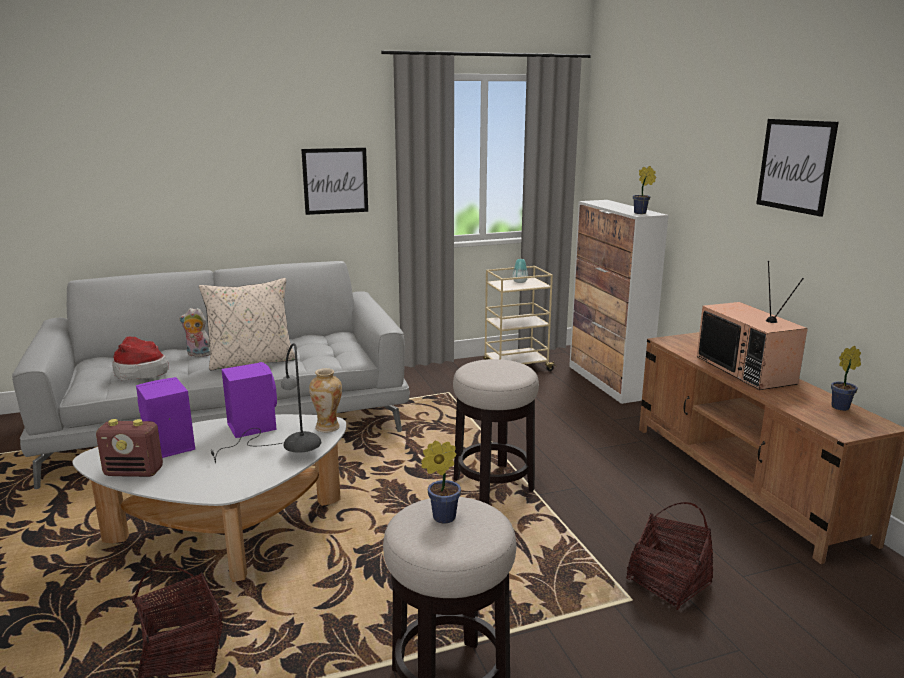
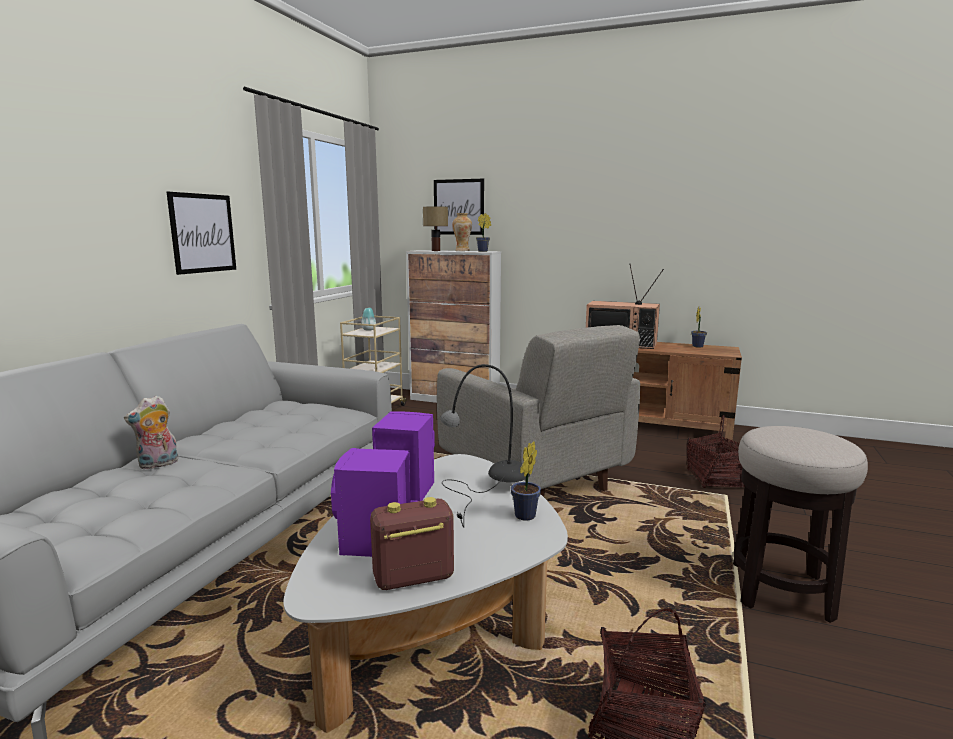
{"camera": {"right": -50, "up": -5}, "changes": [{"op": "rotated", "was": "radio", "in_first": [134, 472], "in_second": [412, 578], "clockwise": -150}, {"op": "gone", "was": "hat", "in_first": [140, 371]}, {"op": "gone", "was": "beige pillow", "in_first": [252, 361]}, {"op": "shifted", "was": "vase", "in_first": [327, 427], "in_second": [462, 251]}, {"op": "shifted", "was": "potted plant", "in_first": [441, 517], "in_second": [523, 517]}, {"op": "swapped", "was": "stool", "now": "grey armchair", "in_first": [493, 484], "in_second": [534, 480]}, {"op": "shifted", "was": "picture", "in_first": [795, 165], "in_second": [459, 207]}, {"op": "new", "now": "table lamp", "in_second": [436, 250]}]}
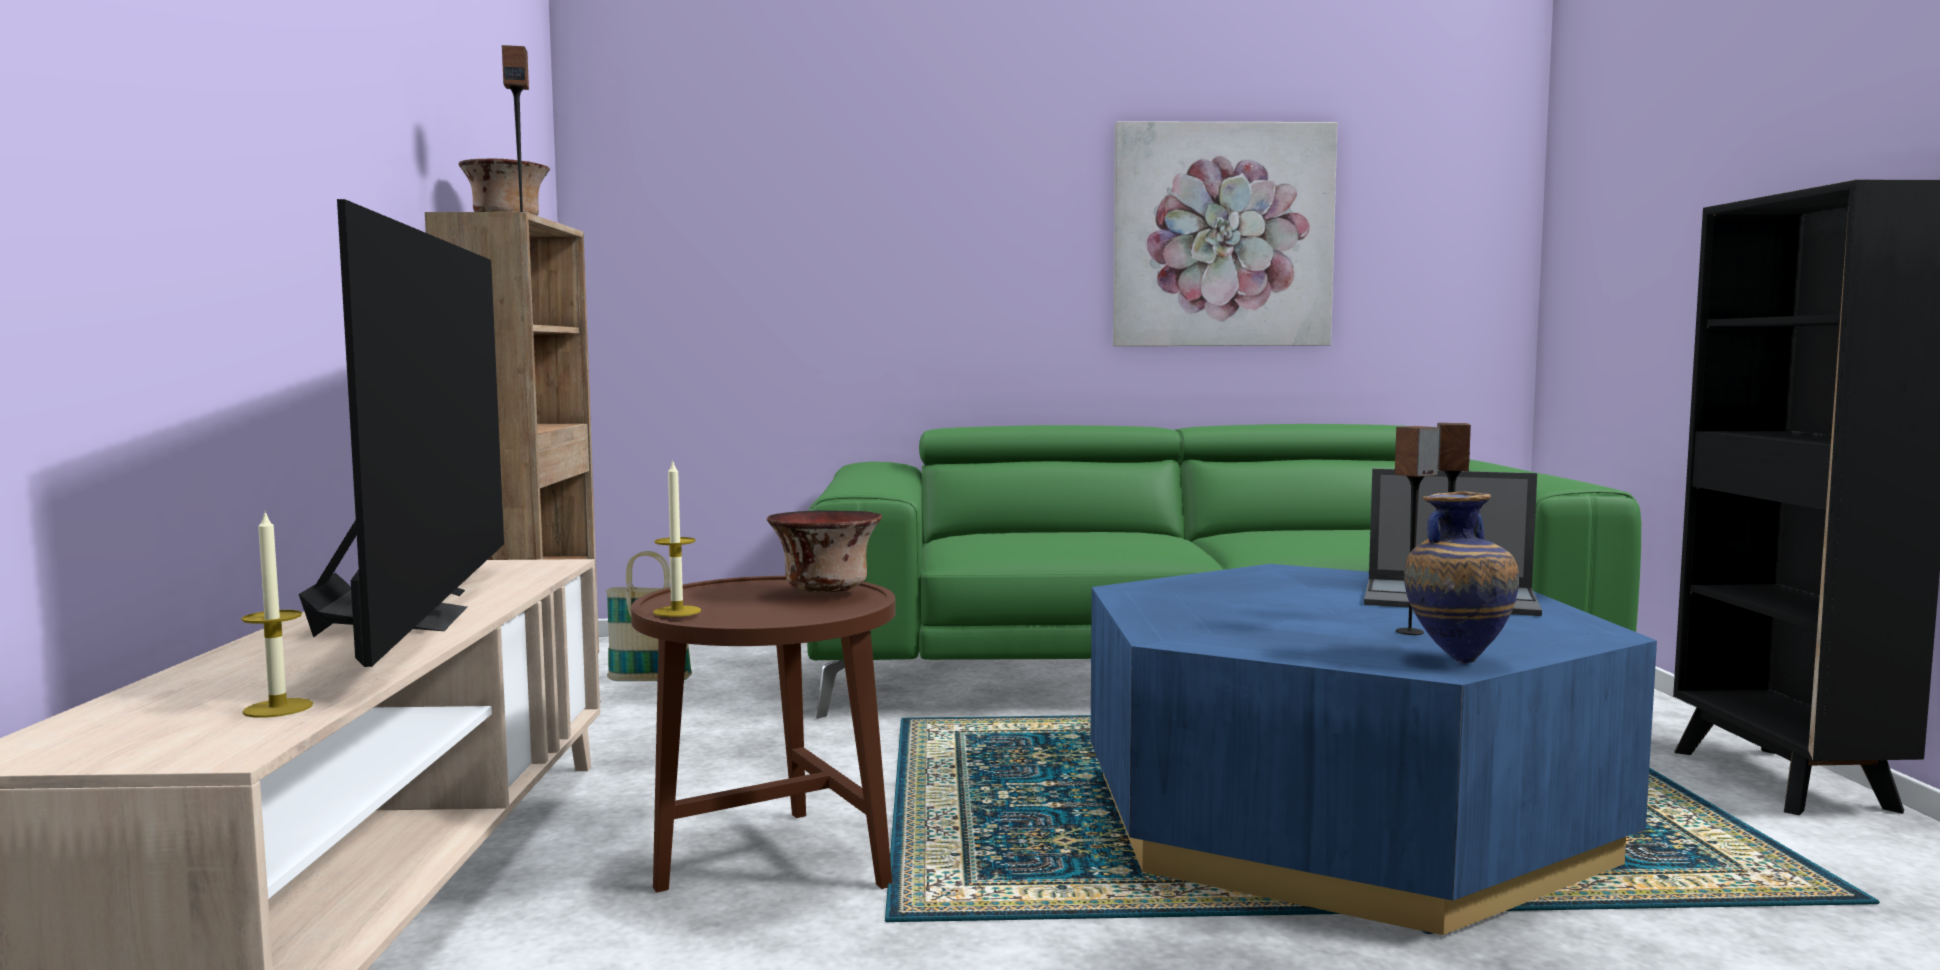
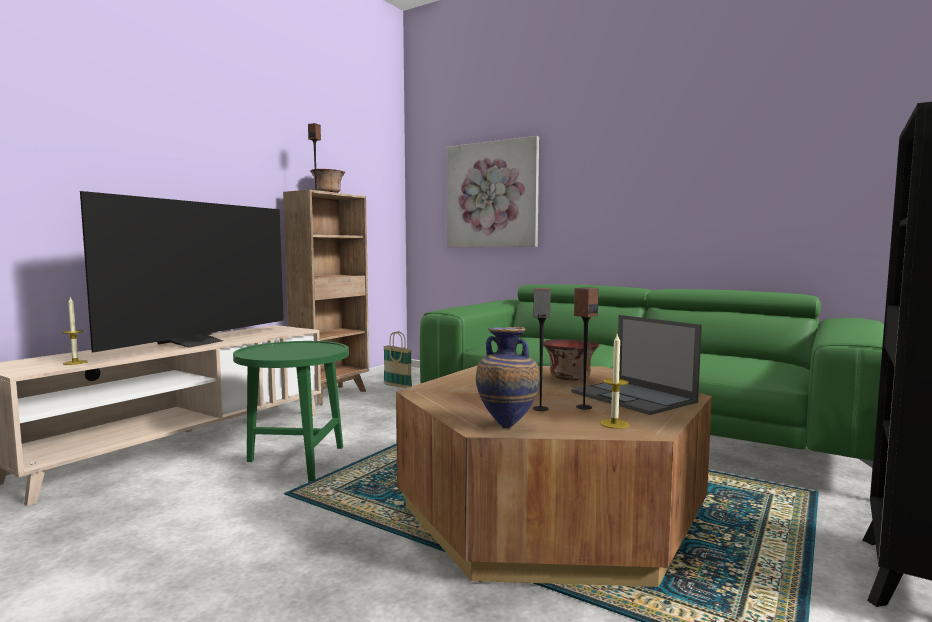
{"camera": {"right": 35, "up": 0}, "changes": [{"op": "repainted", "was": "brown side table", "now": "green side table", "in_first": [771, 863], "in_second": [296, 462]}, {"op": "shifted", "was": "candle", "in_first": [677, 611], "in_second": [614, 424]}, {"op": "shifted", "was": "bowl", "in_first": [825, 590], "in_second": [569, 379]}, {"op": "repainted", "was": "blue coffee table", "now": "brown coffee table", "in_first": [1339, 818], "in_second": [549, 512]}, {"op": "shifted", "was": "picture", "in_first": [1222, 235], "in_second": [491, 195]}]}
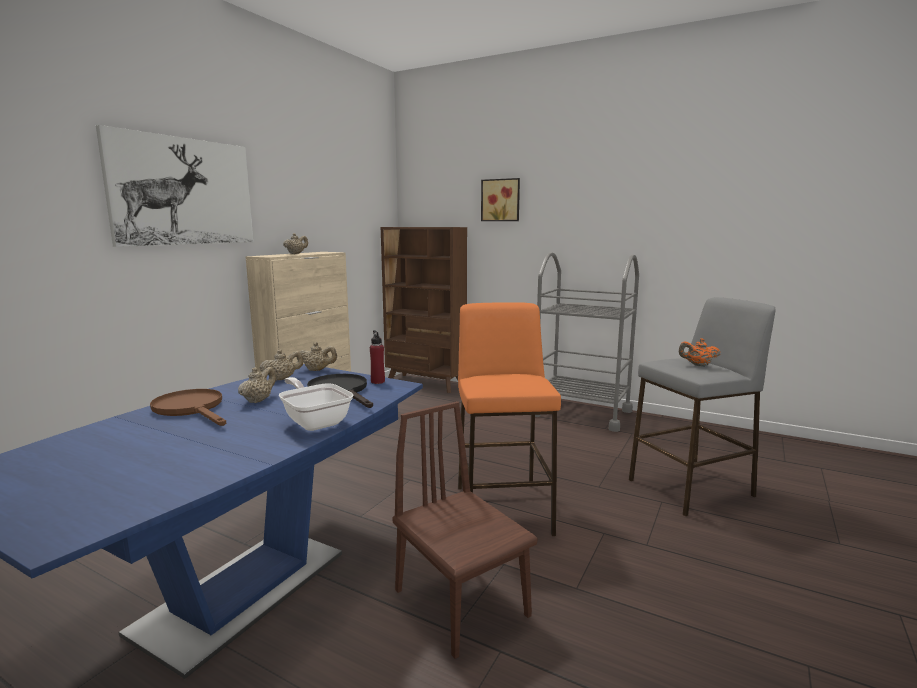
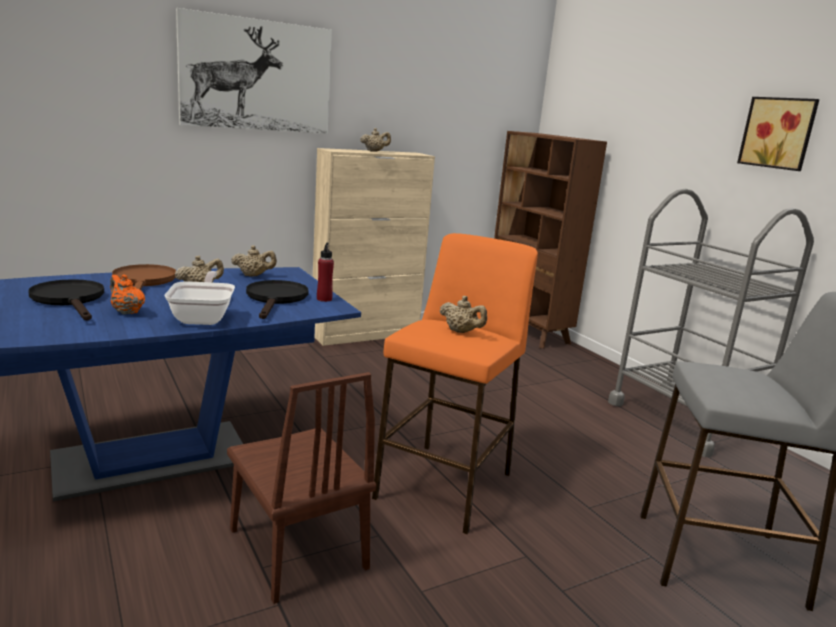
{"camera": {"right": 30, "up": 5}, "changes": [{"op": "shifted", "was": "beige teapot", "in_first": [317, 370], "in_second": [461, 332]}, {"op": "rotated", "was": "brown chair", "in_first": [461, 602], "in_second": [297, 548], "clockwise": 150}, {"op": "shifted", "was": "picture", "in_first": [501, 200], "in_second": [779, 133]}, {"op": "shifted", "was": "orange teapot", "in_first": [698, 365], "in_second": [126, 312]}, {"op": "new", "now": "black frying pan", "in_second": [70, 300]}]}
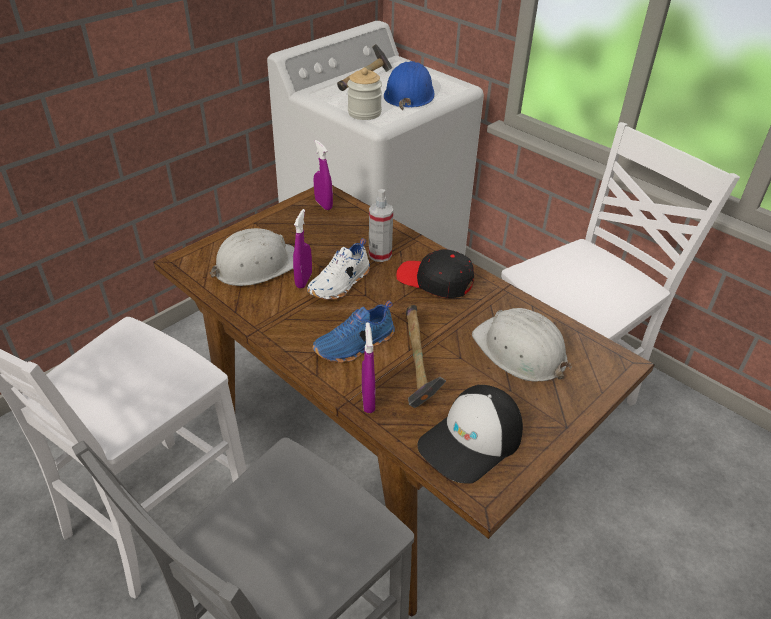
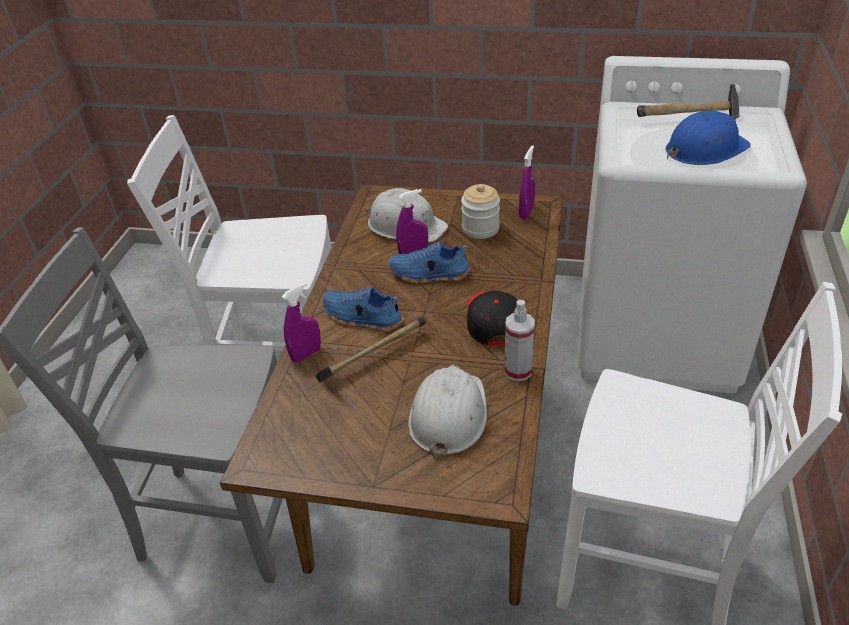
{"camera": {"right": 60, "up": 0}, "changes": [{"op": "repainted", "was": "white shoe", "now": "blue shoe", "in_first": [341, 284], "in_second": [429, 274]}, {"op": "shifted", "was": "jar", "in_first": [364, 113], "in_second": [480, 229]}, {"op": "shifted", "was": "spray bottle", "in_first": [380, 255], "in_second": [518, 371]}, {"op": "gone", "was": "cap", "in_first": [471, 441]}]}
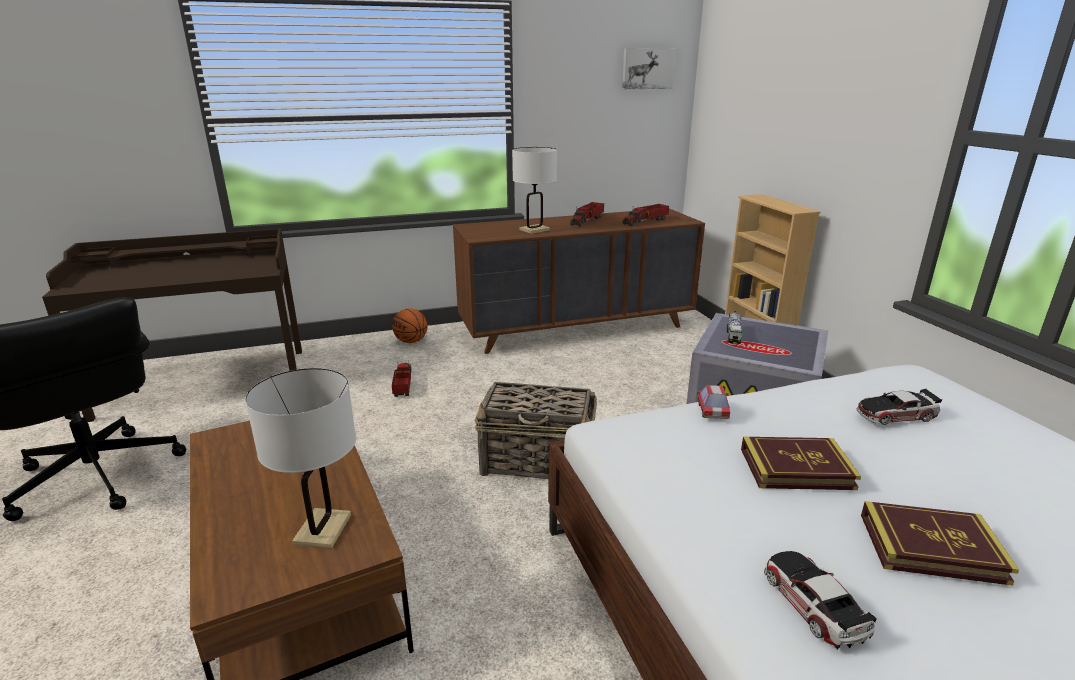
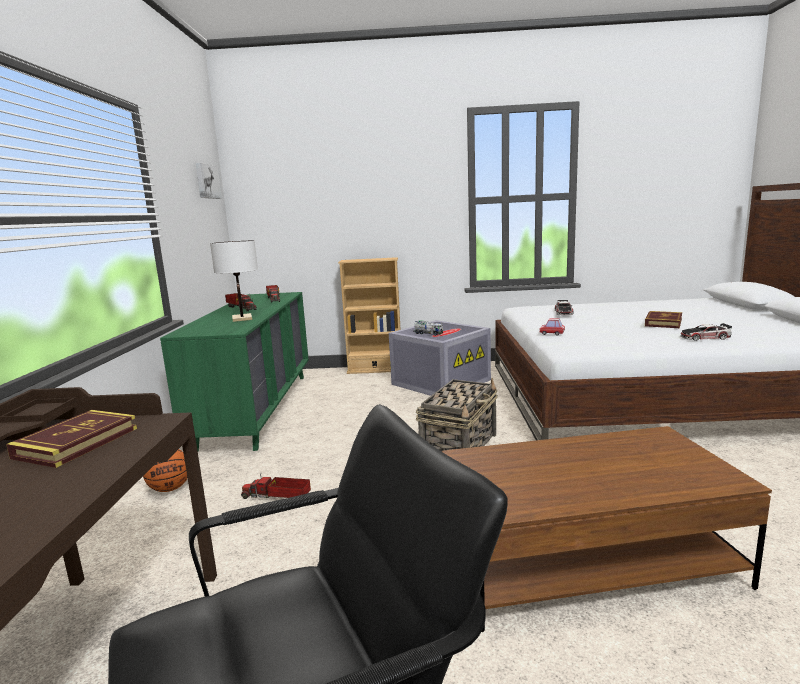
{"camera": {"right": -70, "up": -10}, "changes": [{"op": "gone", "was": "white table lamp", "in_first": [323, 530]}, {"op": "repainted", "was": "brown dresser", "now": "green dresser", "in_first": [577, 328], "in_second": [258, 408]}, {"op": "shifted", "was": "book", "in_first": [796, 468], "in_second": [77, 443]}]}
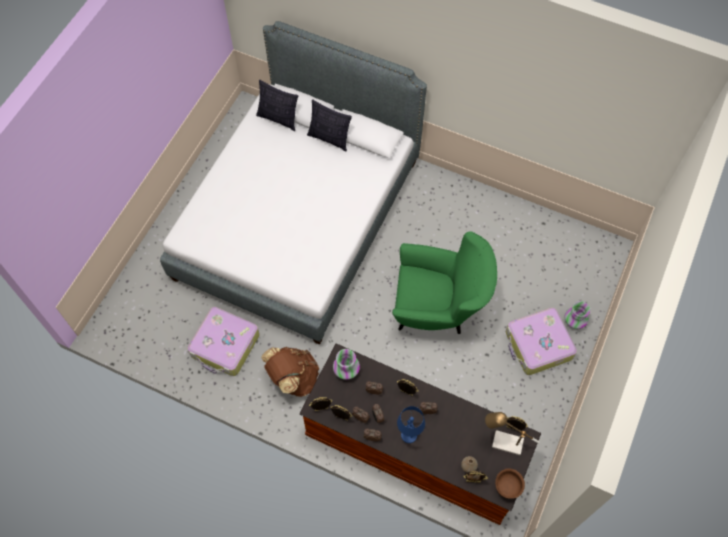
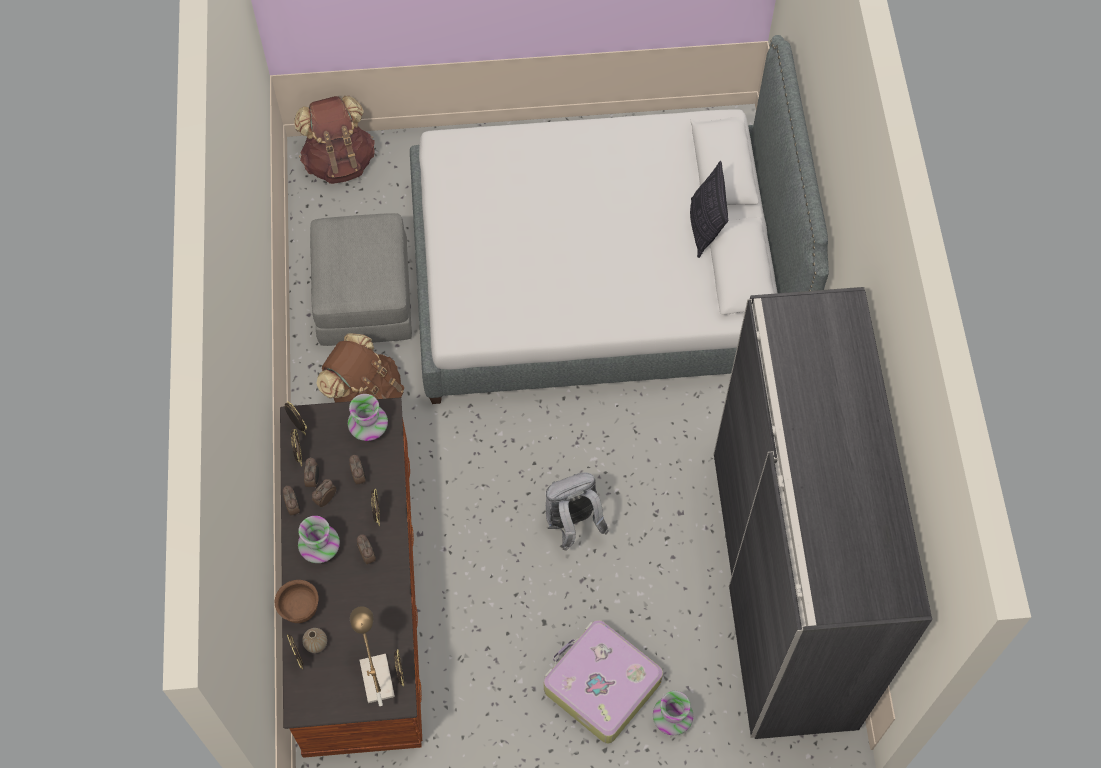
{"camera": {"right": 60, "up": 0}, "changes": [{"op": "swapped", "was": "suitcase", "now": "grey ottoman", "in_first": [225, 346], "in_second": [365, 298]}, {"op": "gone", "was": "pillow", "in_first": [278, 118]}, {"op": "swapped", "was": "green armchair", "now": "grey backpack", "in_first": [437, 310], "in_second": [573, 524]}, {"op": "swapped", "was": "blue table lamp", "now": "vase", "in_first": [408, 435], "in_second": [321, 549]}, {"op": "shifted", "was": "brown bowl", "in_first": [507, 487], "in_second": [300, 609]}, {"op": "new", "now": "brown backpack", "in_second": [339, 161]}, {"op": "new", "now": "grey wardrobe", "in_second": [782, 587]}]}
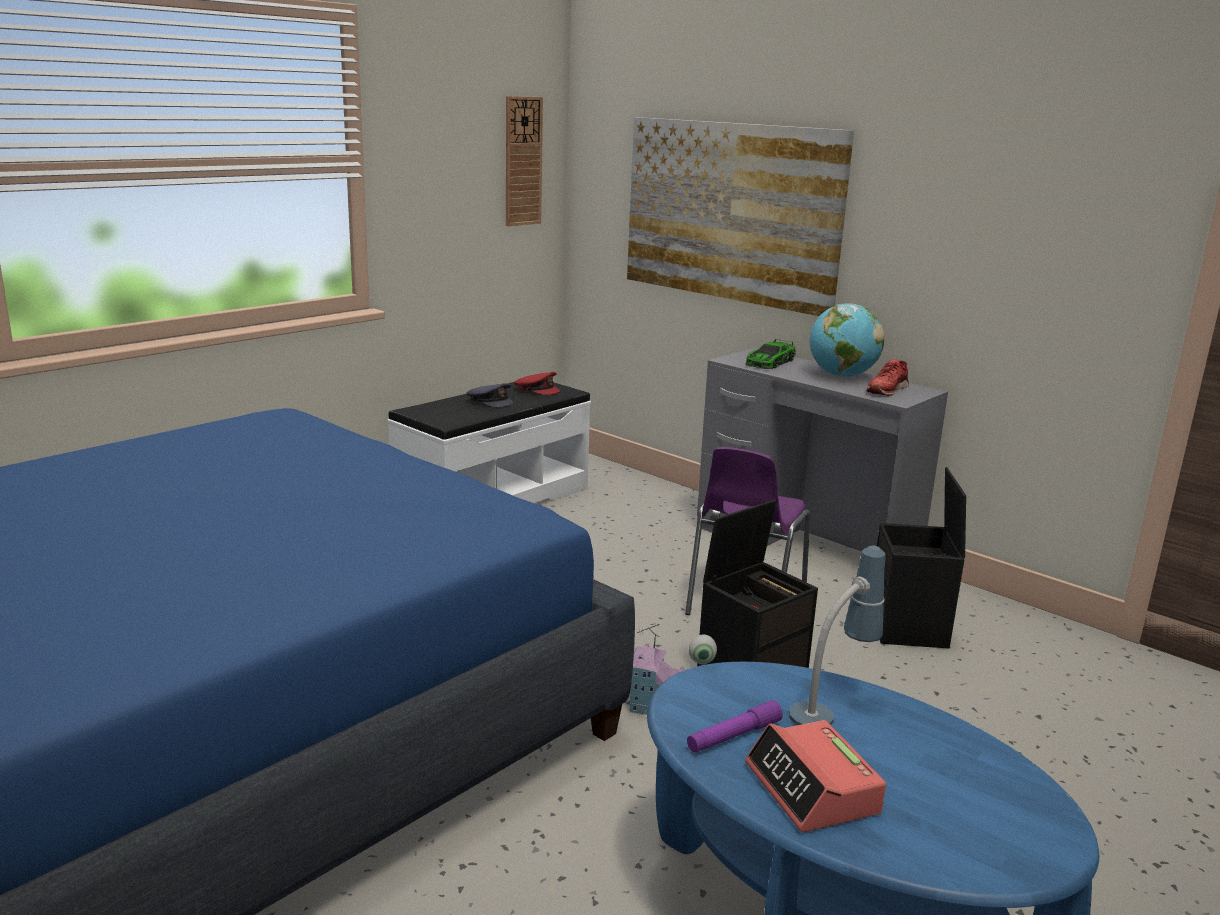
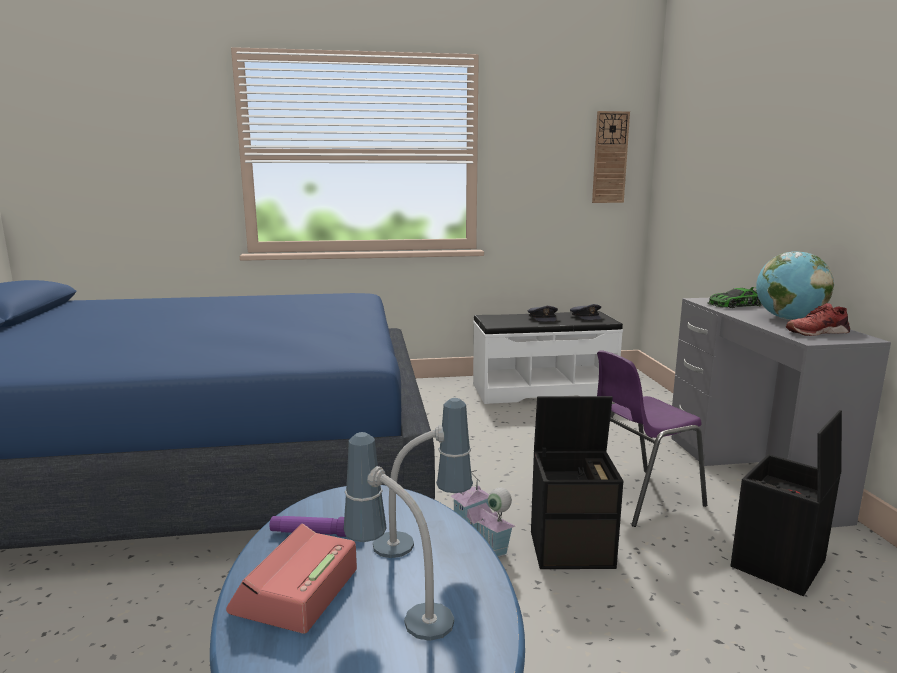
{"camera": {"right": 40, "up": -5}, "changes": [{"op": "repainted", "was": "red cap", "now": "grey cap", "in_first": [537, 390], "in_second": [586, 317]}, {"op": "gone", "was": "picture", "in_first": [731, 212]}, {"op": "new", "now": "table lamp", "in_second": [399, 611]}]}
